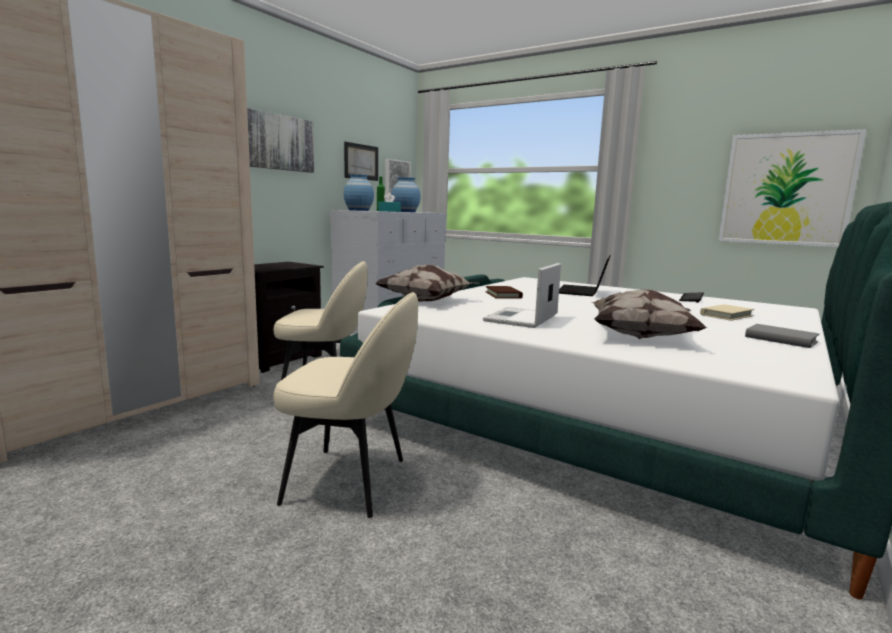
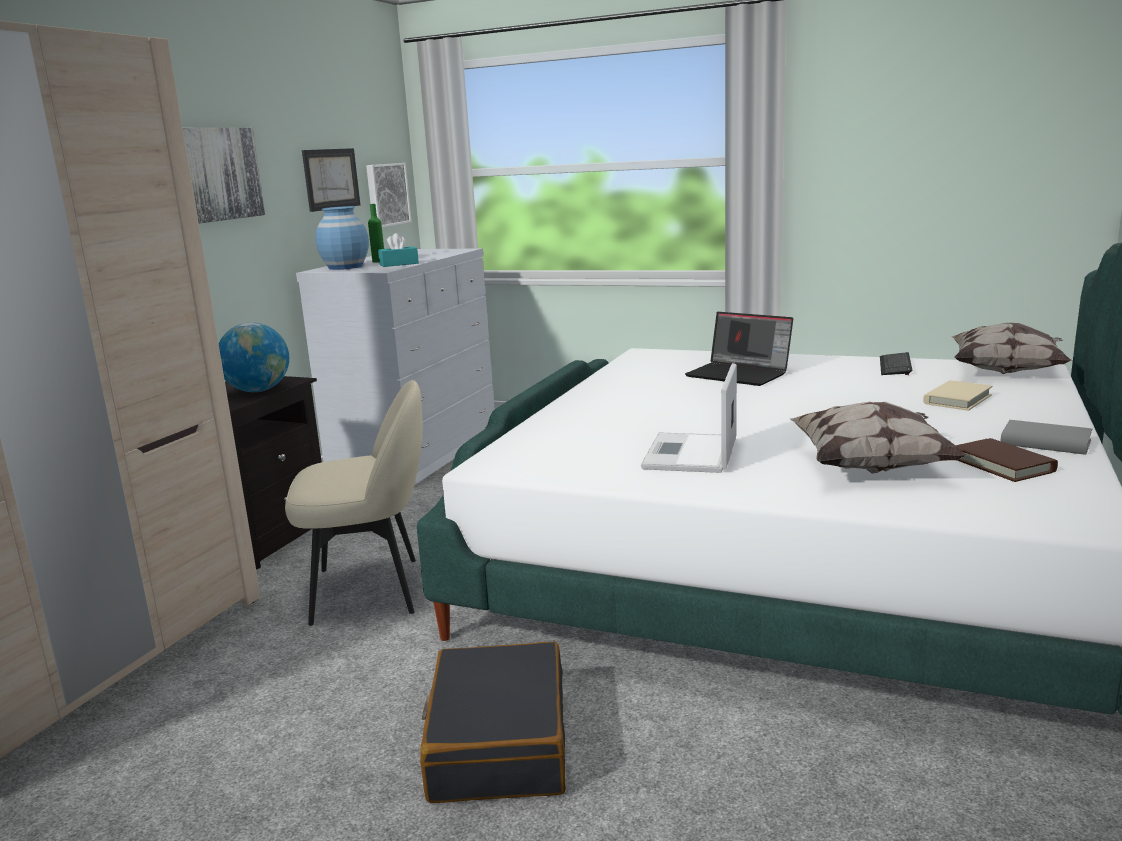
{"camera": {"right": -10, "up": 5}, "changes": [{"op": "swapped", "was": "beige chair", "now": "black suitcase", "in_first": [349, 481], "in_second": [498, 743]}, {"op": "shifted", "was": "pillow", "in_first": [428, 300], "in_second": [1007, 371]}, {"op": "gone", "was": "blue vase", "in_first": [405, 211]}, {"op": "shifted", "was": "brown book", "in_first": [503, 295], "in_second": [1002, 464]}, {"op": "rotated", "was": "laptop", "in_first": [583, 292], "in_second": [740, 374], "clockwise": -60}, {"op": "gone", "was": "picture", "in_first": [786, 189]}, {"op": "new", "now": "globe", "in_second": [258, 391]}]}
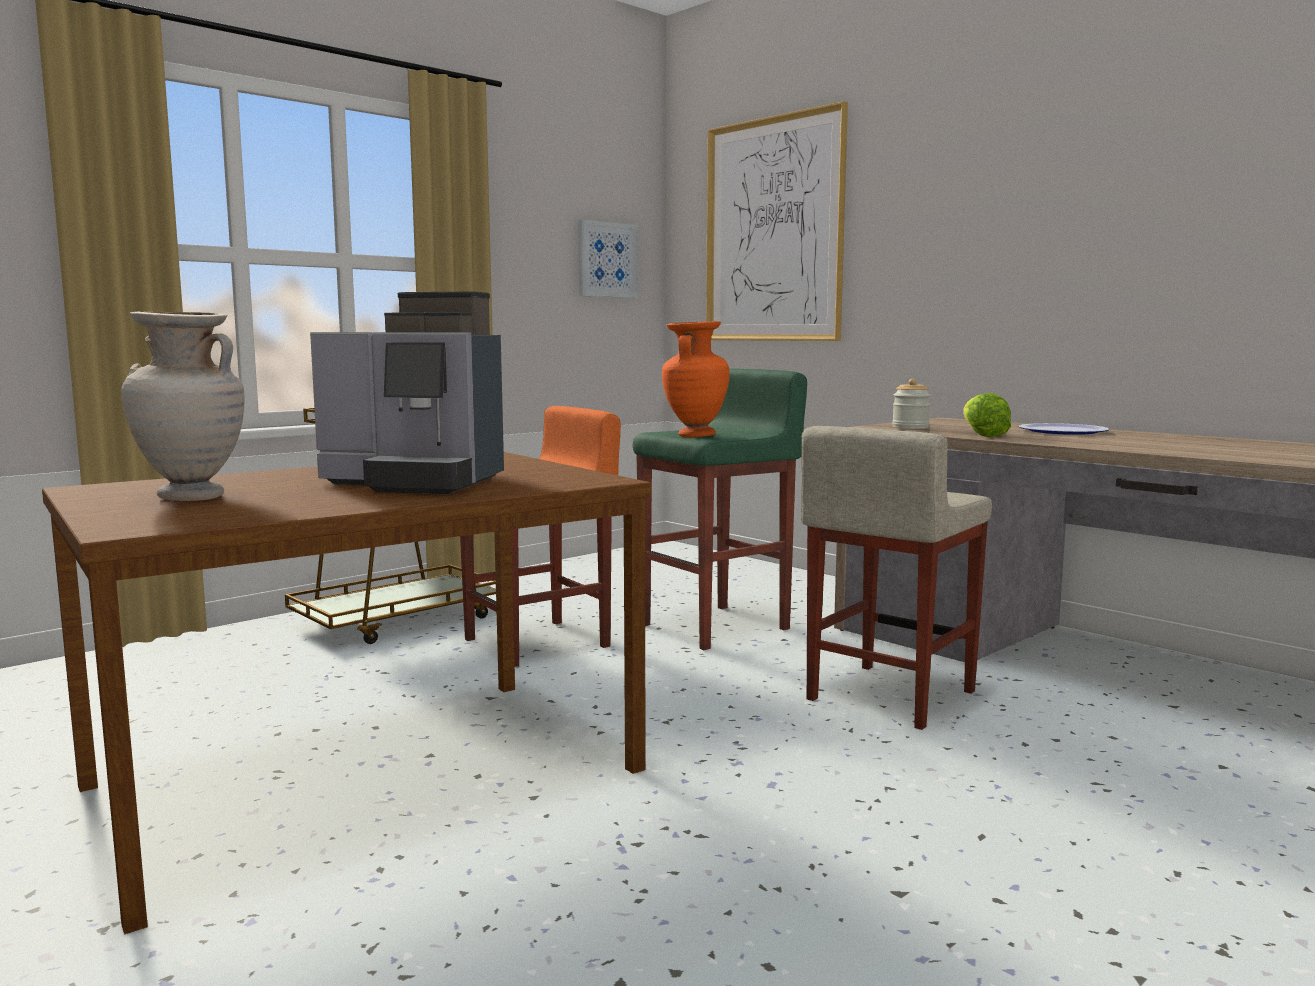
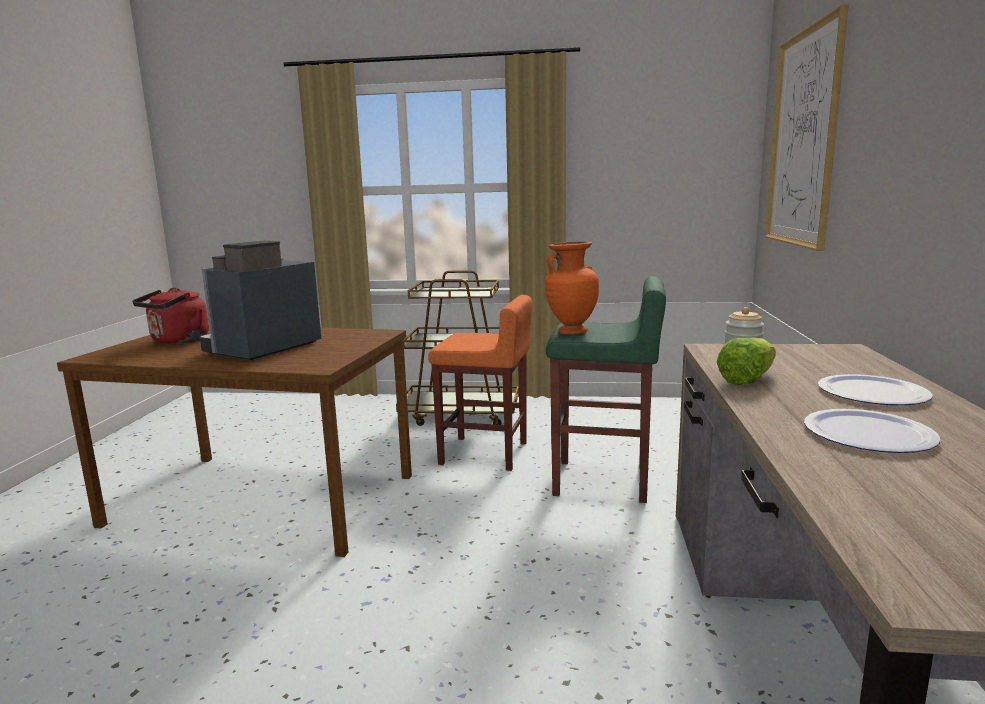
{"camera": {"right": 50, "up": 5}, "changes": [{"op": "swapped", "was": "beige vase", "now": "red kettle", "in_first": [191, 497], "in_second": [177, 341]}, {"op": "rotated", "was": "coffee machine", "in_first": [416, 482], "in_second": [262, 349], "clockwise": 60}, {"op": "gone", "was": "picture", "in_first": [607, 260]}, {"op": "gone", "was": "beige stool", "in_first": [889, 696]}, {"op": "new", "now": "plate", "in_second": [869, 434]}]}
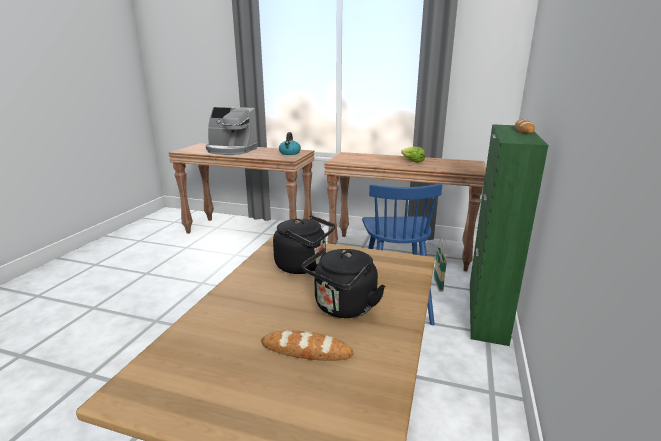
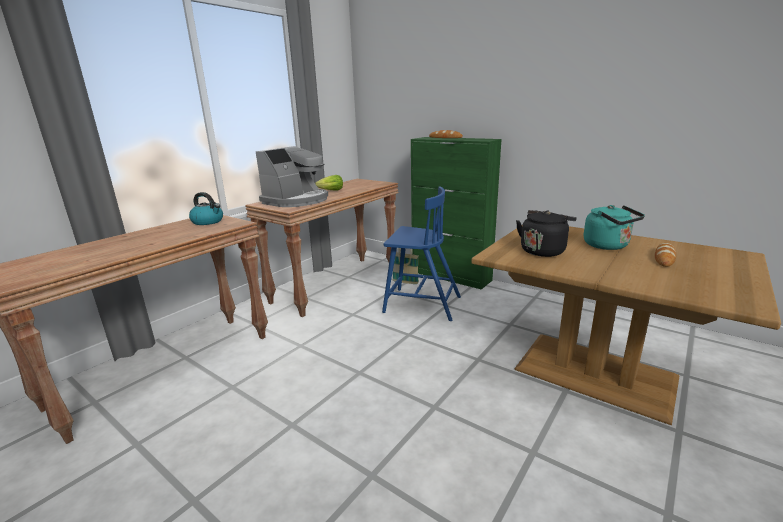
{"camera": {"right": -70, "up": 0}, "changes": [{"op": "shifted", "was": "coffee machine", "in_first": [231, 150], "in_second": [297, 200]}, {"op": "repainted", "was": "black kettle", "now": "turquoise kettle", "in_first": [343, 308], "in_second": [608, 246]}]}
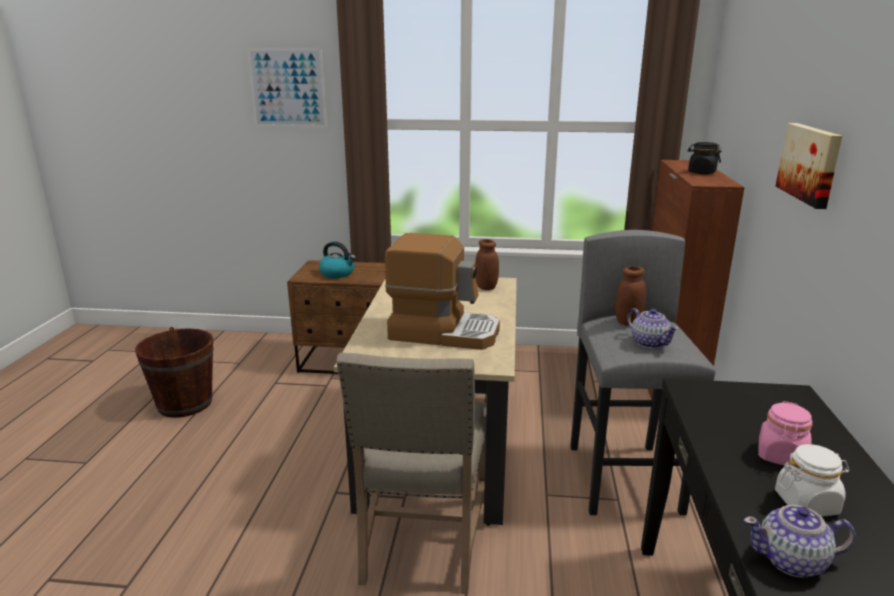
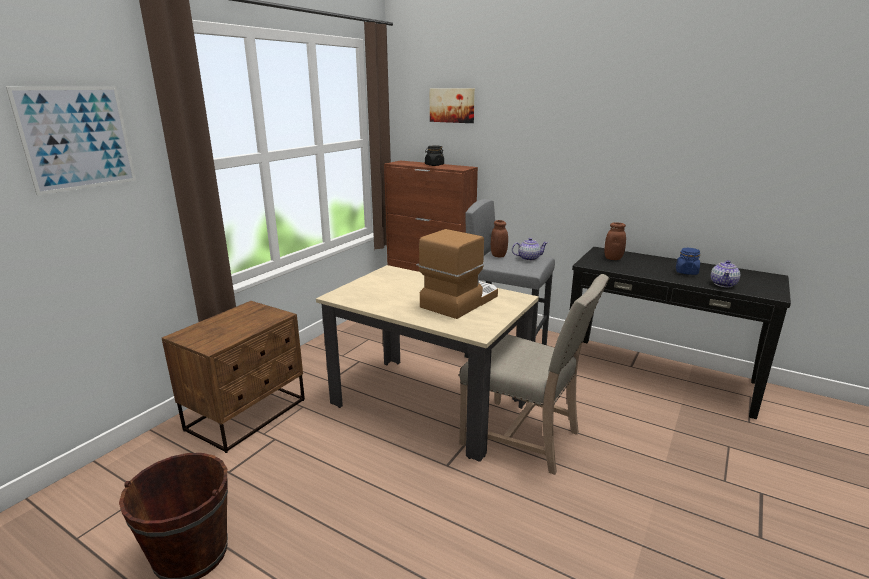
{"camera": {"right": -65, "up": 0}, "changes": [{"op": "gone", "was": "kettle", "in_first": [338, 273]}, {"op": "shifted", "was": "brown jar", "in_first": [486, 287], "in_second": [613, 258]}, {"op": "gone", "was": "pink jar", "in_first": [781, 456]}, {"op": "repainted", "was": "white jar", "now": "blue jar", "in_first": [806, 503], "in_second": [686, 272]}, {"op": "shifted", "was": "picture", "in_first": [811, 163], "in_second": [452, 105]}]}
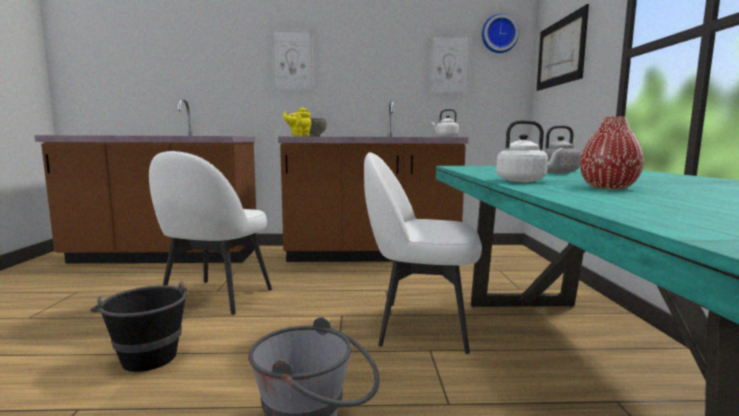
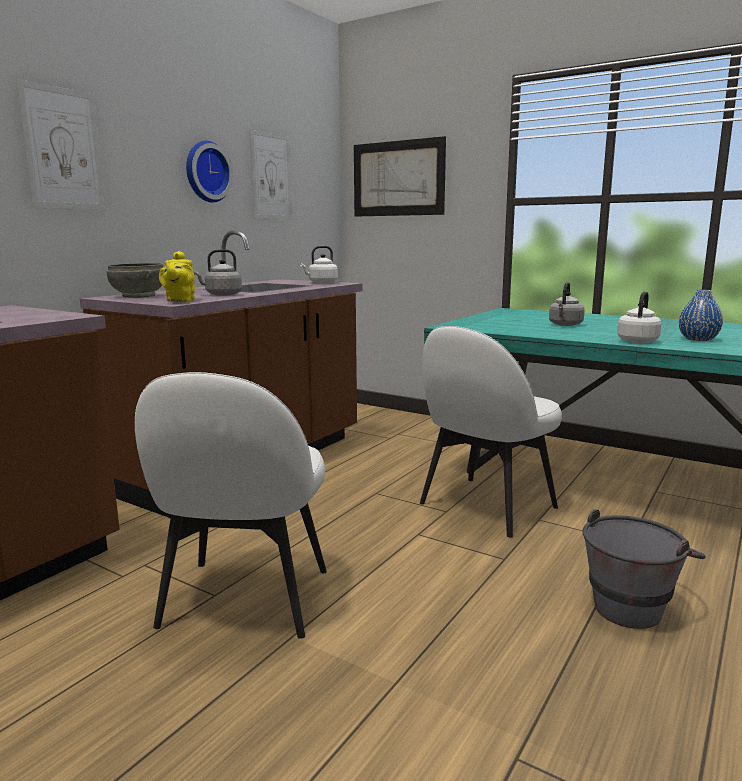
{"camera": {"right": -55, "up": 5}, "changes": [{"op": "gone", "was": "black bucket", "in_first": [147, 354]}, {"op": "rotated", "was": "white chair", "in_first": [215, 297], "in_second": [244, 601], "clockwise": 45}, {"op": "shifted", "was": "wall clock", "in_first": [499, 34], "in_second": [206, 172]}, {"op": "repainted", "was": "red vase", "now": "blue vase", "in_first": [608, 187], "in_second": [698, 339]}, {"op": "new", "now": "grey kettle", "in_second": [221, 294]}]}
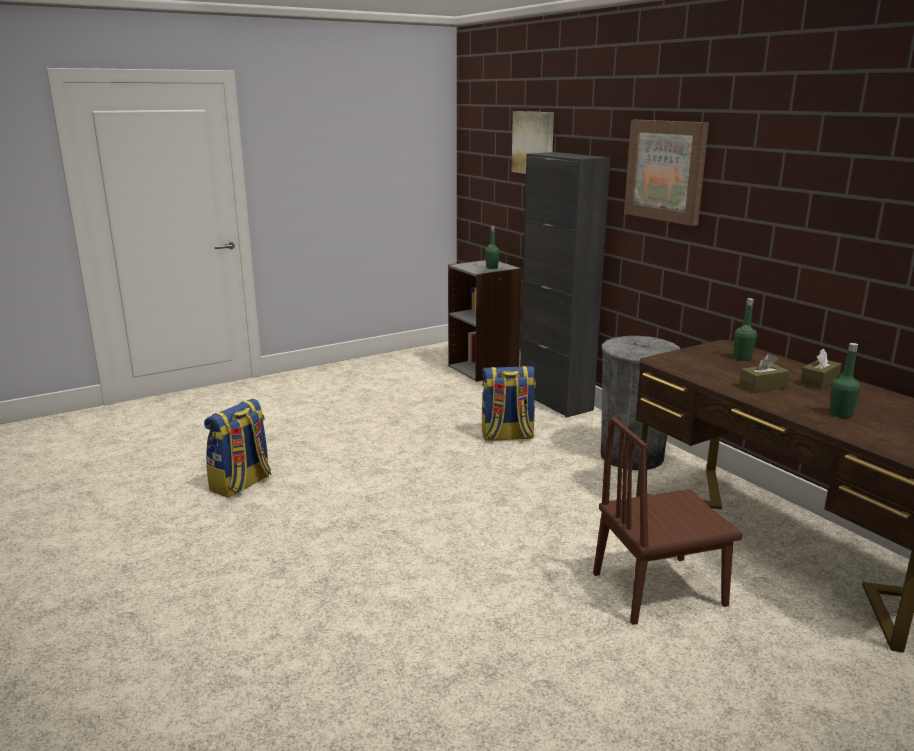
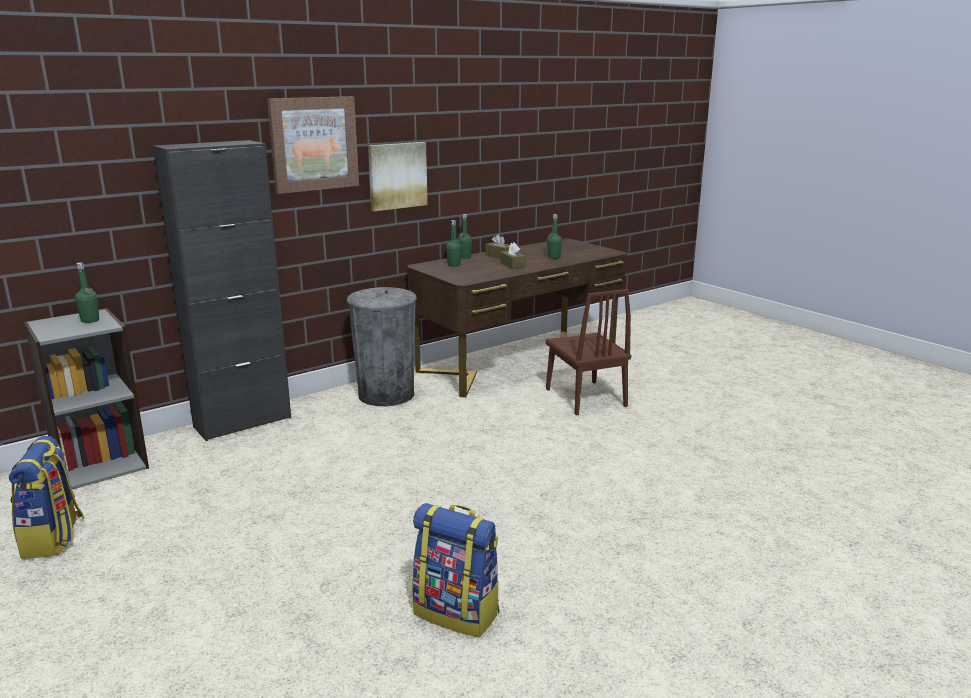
{"camera": {"right": -95, "up": 0}, "changes": [{"op": "shifted", "was": "backpack", "in_first": [507, 436], "in_second": [53, 538]}, {"op": "shifted", "was": "picture", "in_first": [534, 143], "in_second": [397, 175]}, {"op": "new", "now": "green bottle", "in_second": [464, 257]}]}
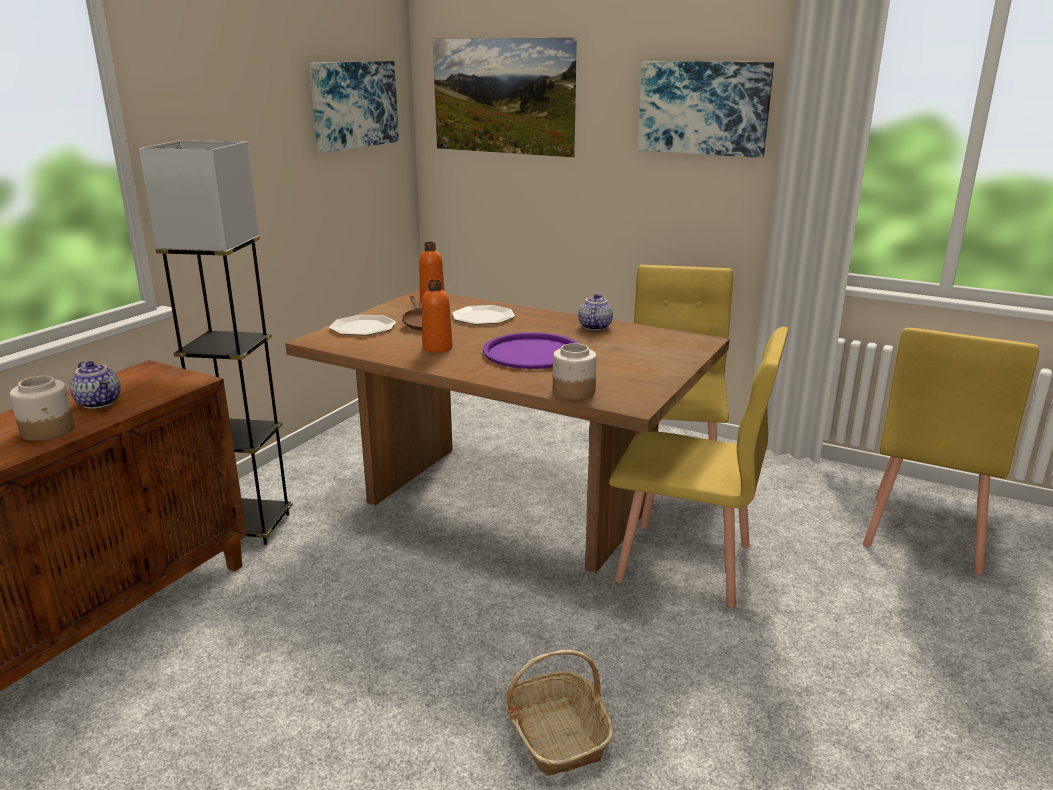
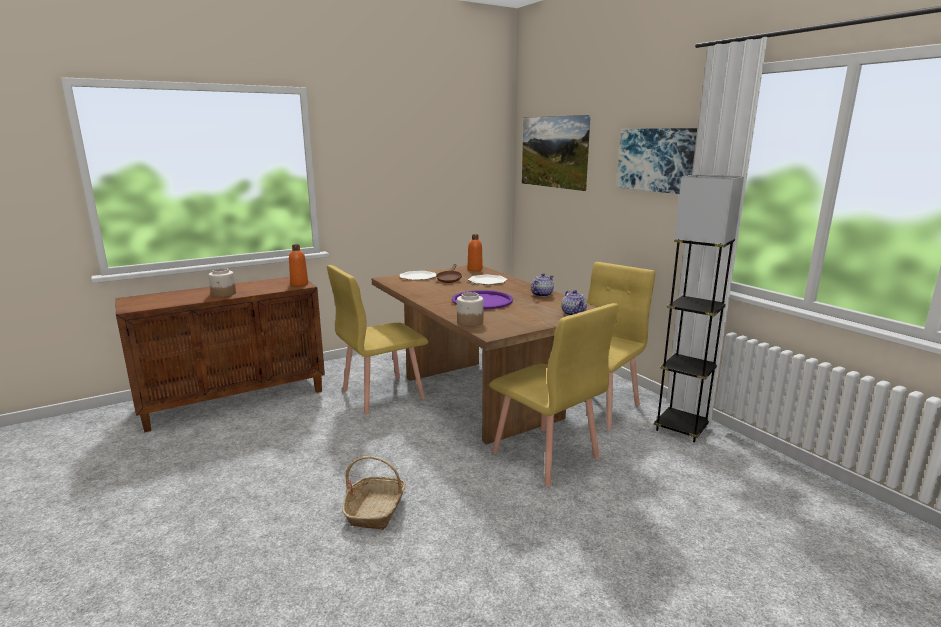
{"camera": {"right": 30, "up": -5}, "changes": [{"op": "shifted", "was": "teapot", "in_first": [100, 402], "in_second": [574, 314]}, {"op": "shifted", "was": "grey floor lamp", "in_first": [251, 527], "in_second": [681, 428]}, {"op": "gone", "was": "picture", "in_first": [353, 104]}, {"op": "shifted", "was": "orange bottle", "in_first": [437, 348], "in_second": [299, 284]}, {"op": "shifted", "was": "yellow chair", "in_first": [923, 533], "in_second": [382, 394]}]}
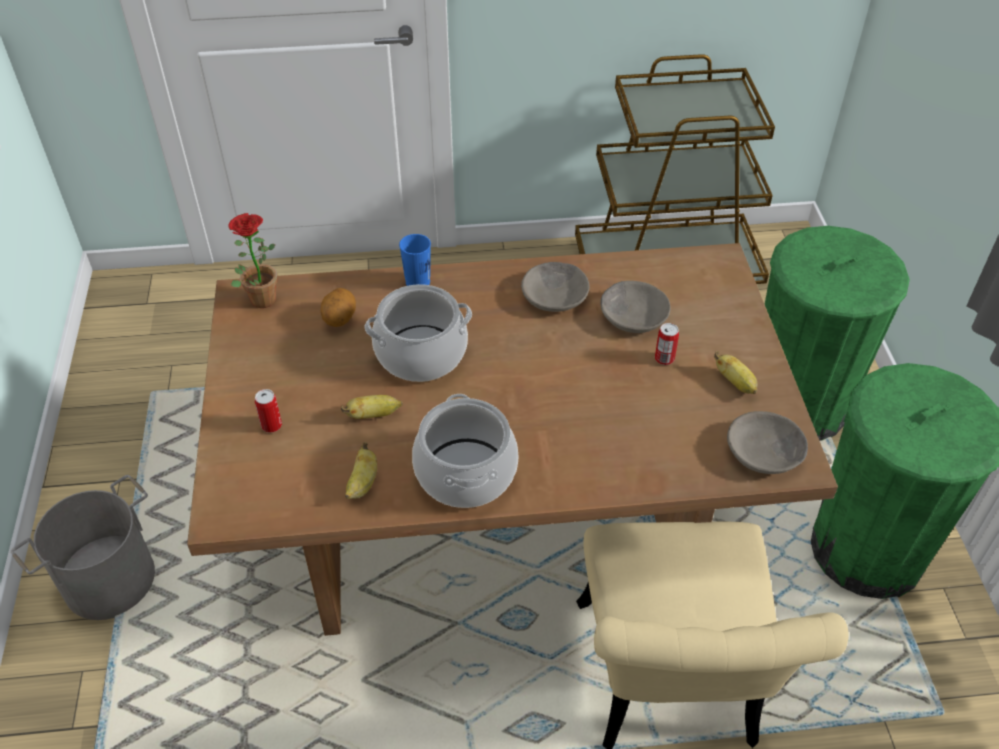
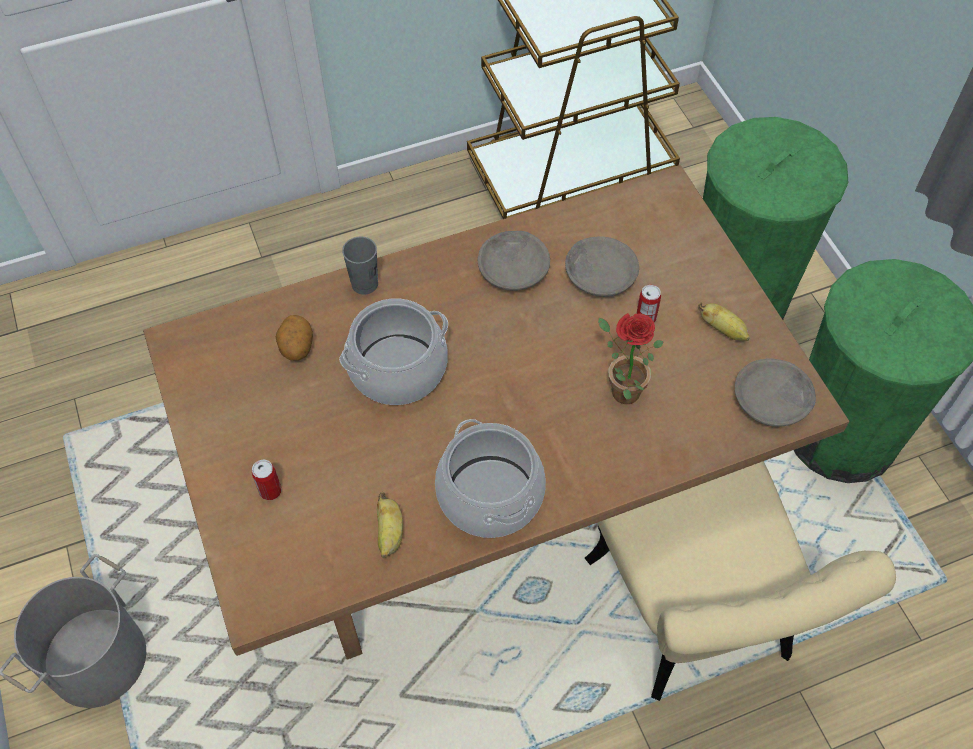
{"camera": {"right": -15, "up": 10}, "changes": [{"op": "shifted", "was": "potted plant", "in_first": [260, 297], "in_second": [619, 389]}, {"op": "gone", "was": "banana", "in_first": [373, 415]}, {"op": "repainted", "was": "blue cup", "now": "grey cup", "in_first": [417, 282], "in_second": [364, 284]}]}
